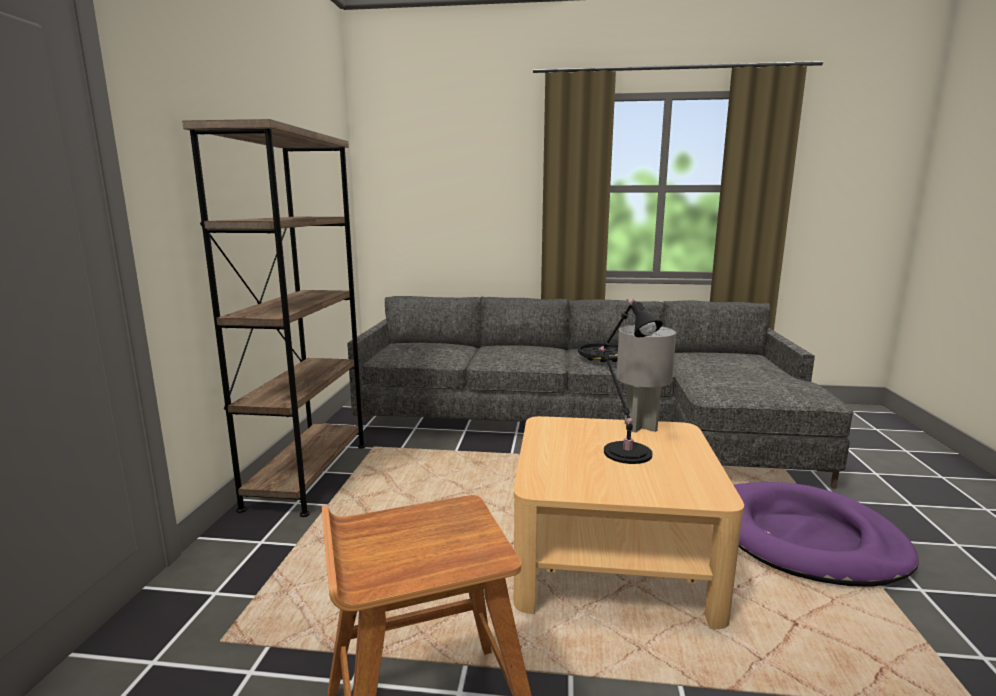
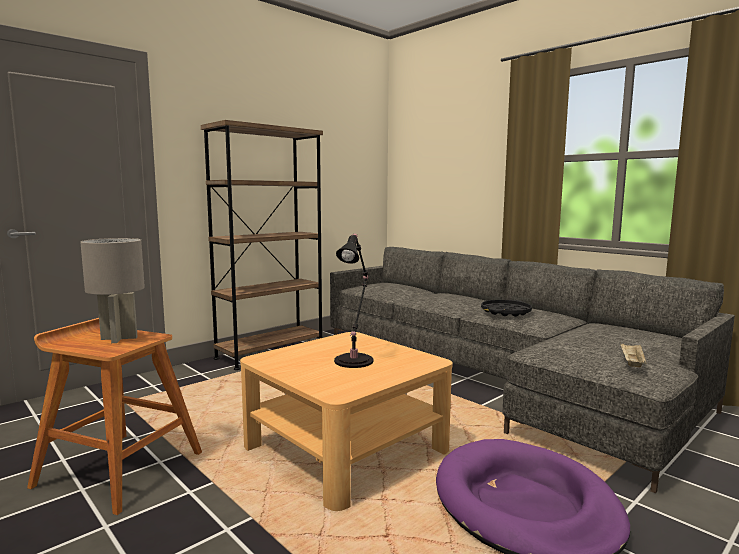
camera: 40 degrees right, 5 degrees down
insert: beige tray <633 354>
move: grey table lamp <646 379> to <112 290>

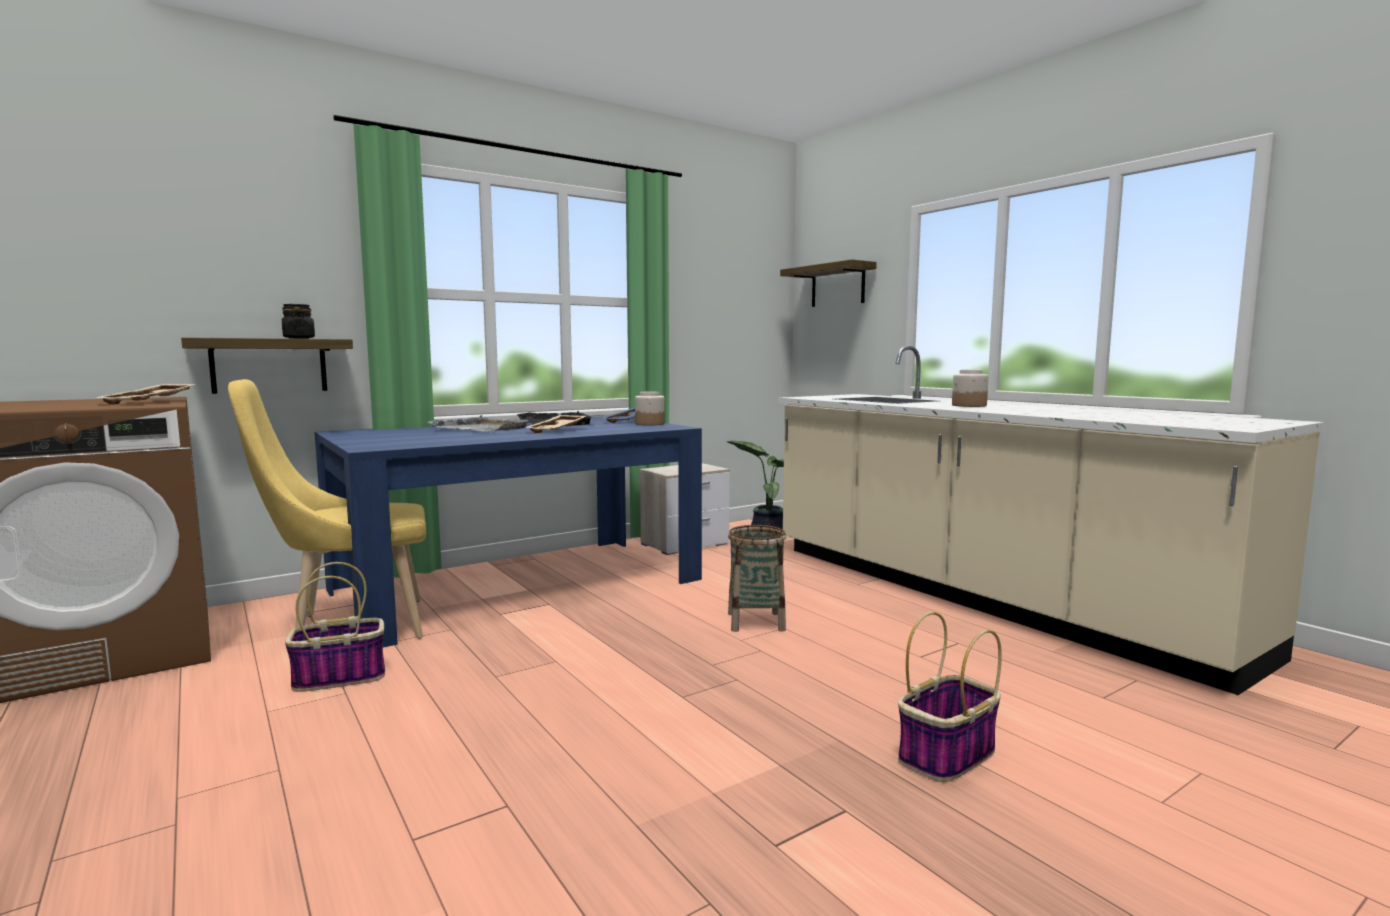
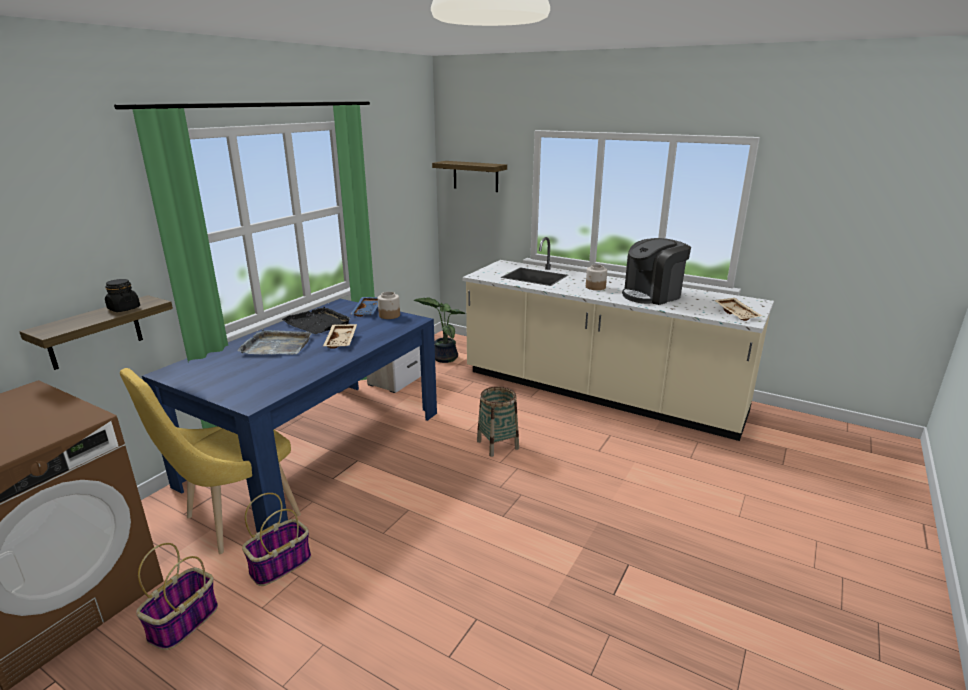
camera: 25 degrees left, 15 degrees up
insert: coffee machine <656 271>
move: basket <950 697> to <177 596>; beige tray <145 394> to <738 309>

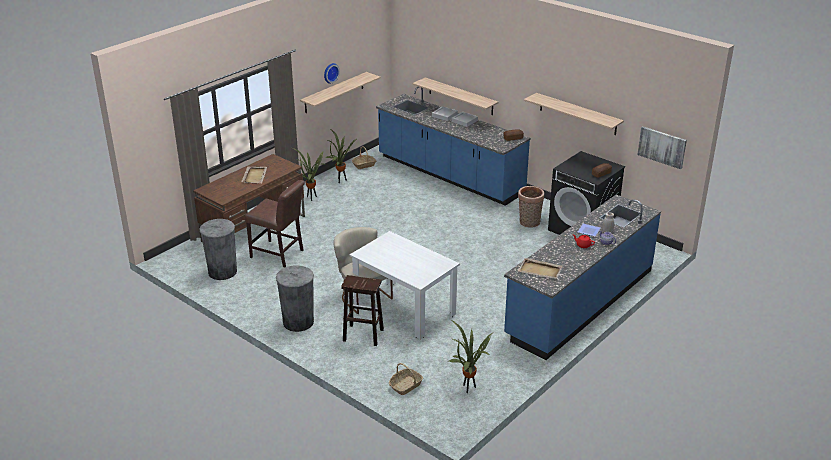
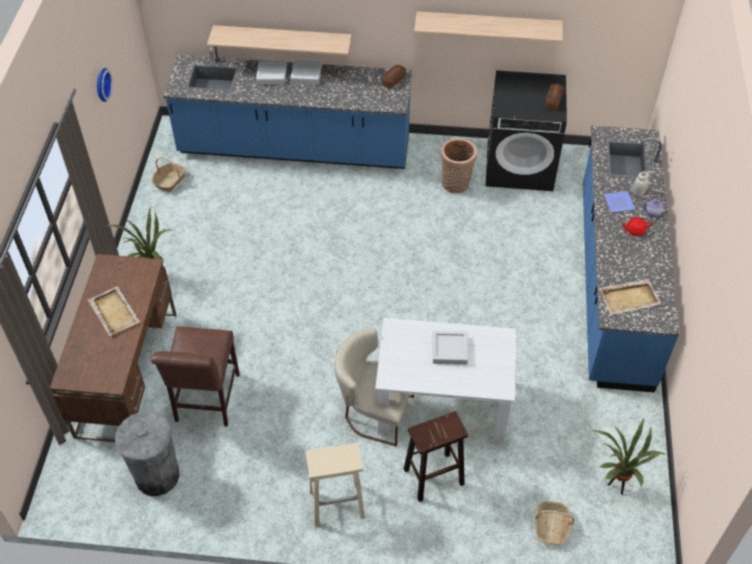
camera: 35 degrees left, 20 degrees up
delete: shelf <340 92>; potted plant <341 156>; picture <662 147>
insert: grey tray <450 348>
replace: grey trash can <295 298> to beige stool <335 485>
rotate: brown chair <275 223> = <195 376> 105 degrees clockwise

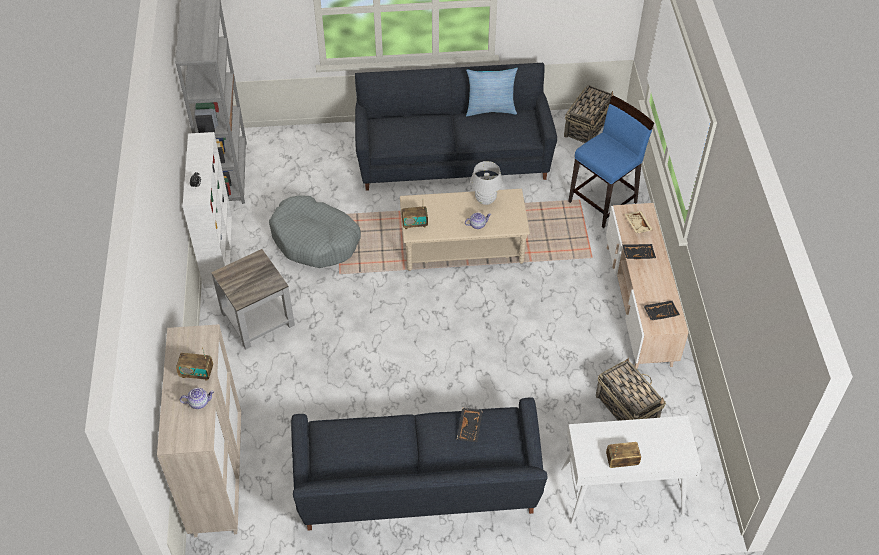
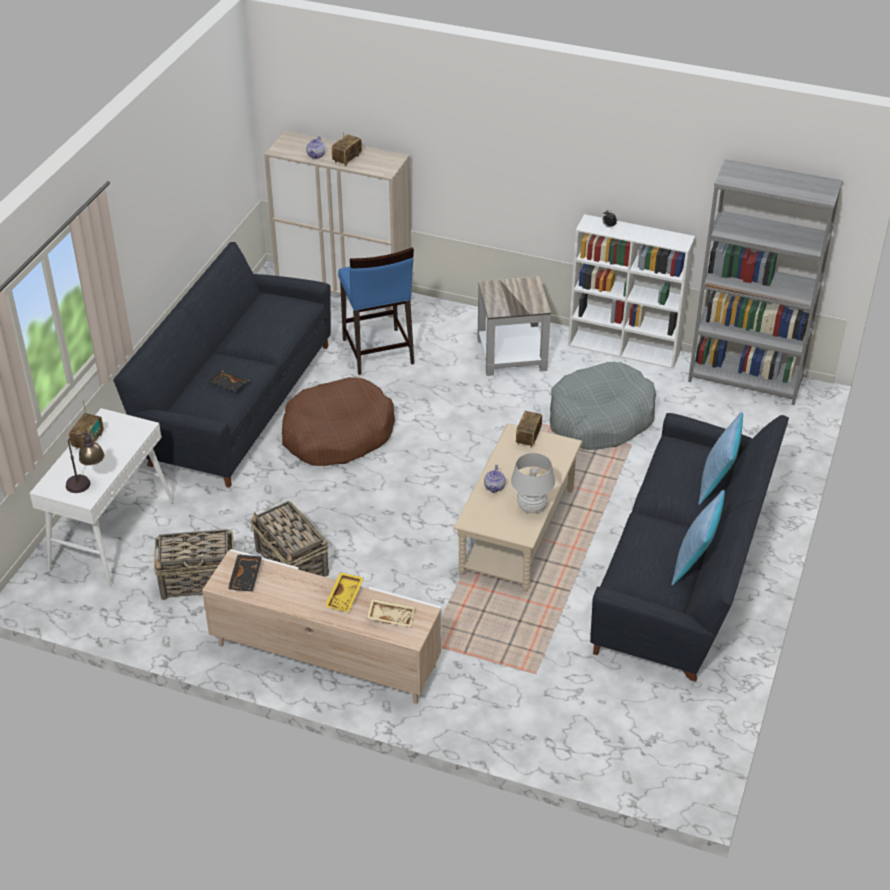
camera: 115 degrees right, 10 degrees down
insert: table lamp <85 461>; brown dog bed <338 421>; pillow <720 458>
move: basket <589 114> to <289 539>; blue stool <611 162> to <376 311>
recolor: black tray <639 251> to yellow tray <344 592>

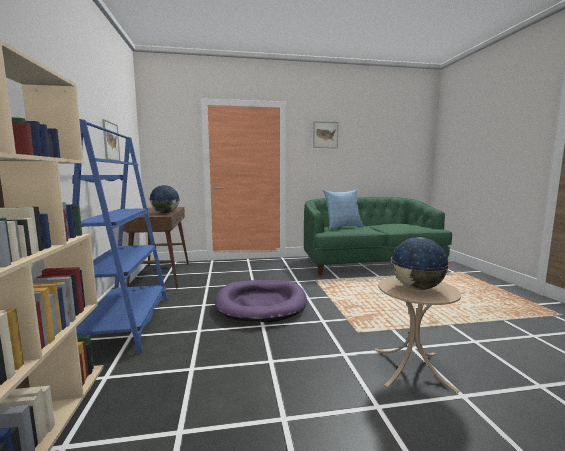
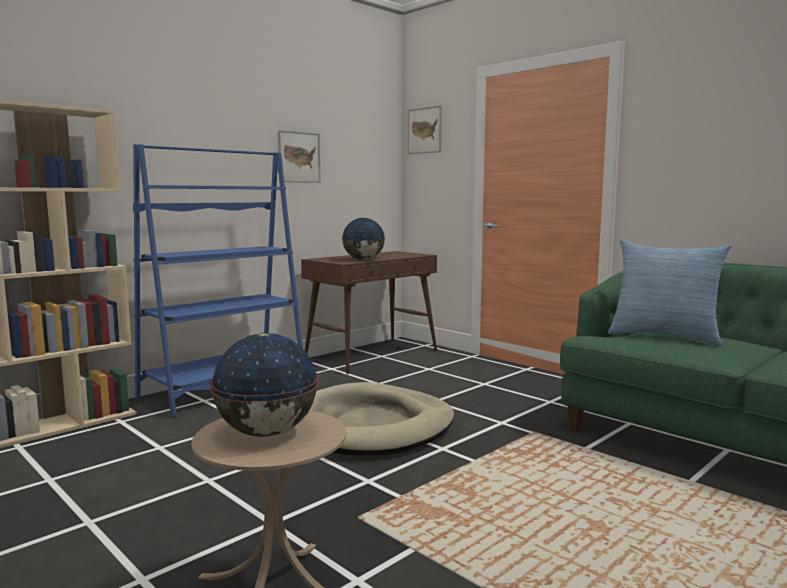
camera: 55 degrees right, 0 degrees up
move: picture <326 134> to <425 129>
recolor: purple dog bed <261 301> to beige dog bed <382 419>

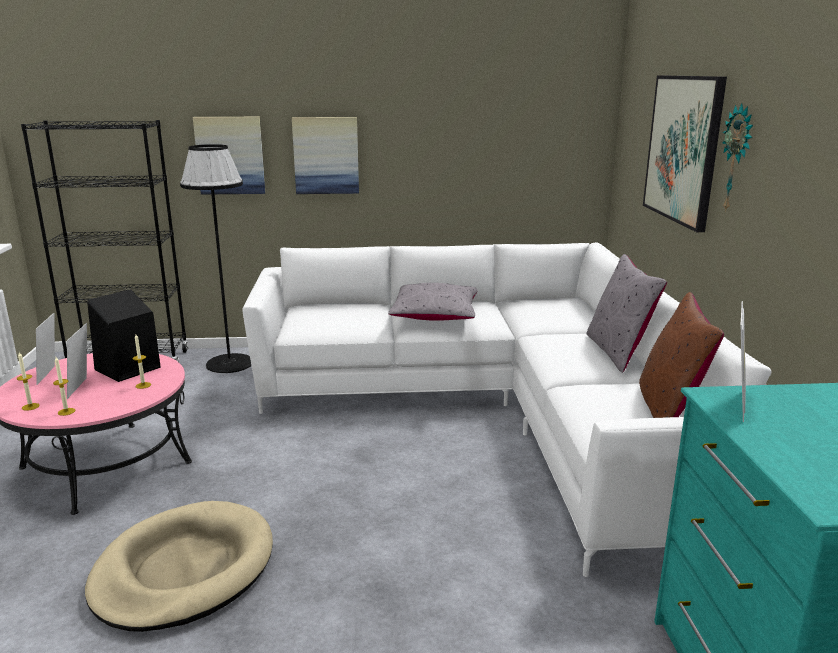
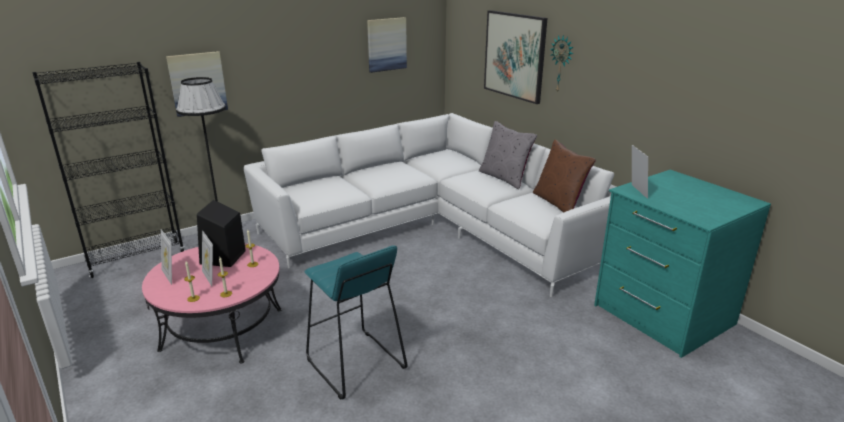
camera: 30 degrees left, 5 degrees up
delete: grey pillow <433 302>
move: picture <325 155> to <387 45>
replace: beige dog bed <179 566> to turquoise stool <356 322>

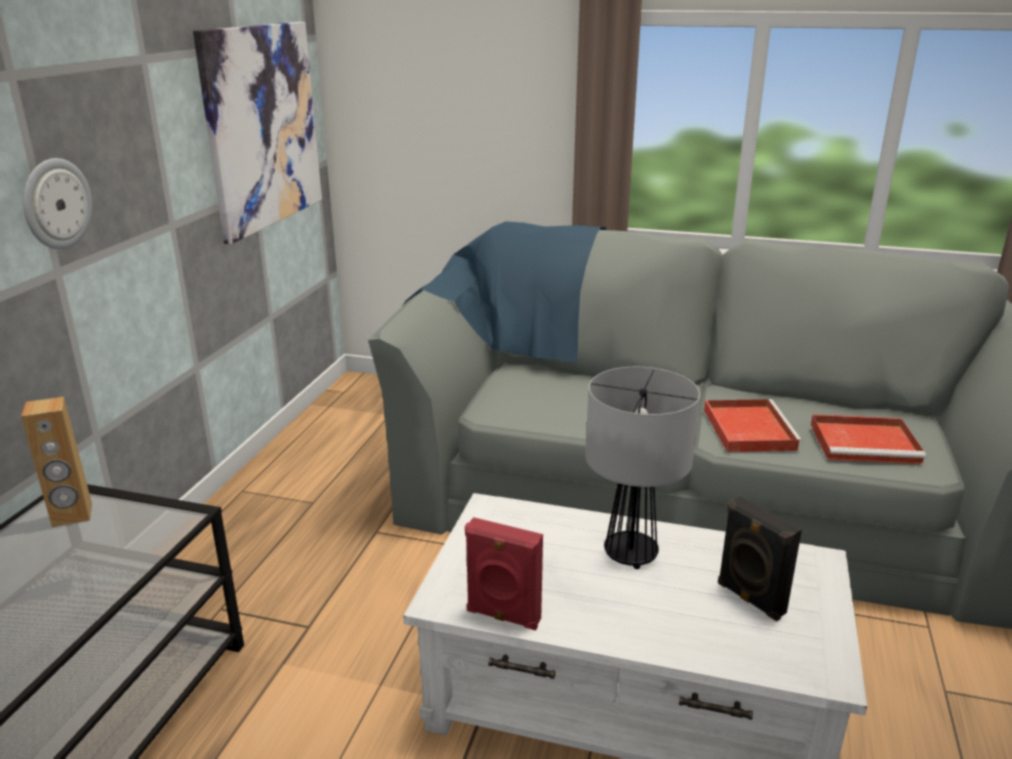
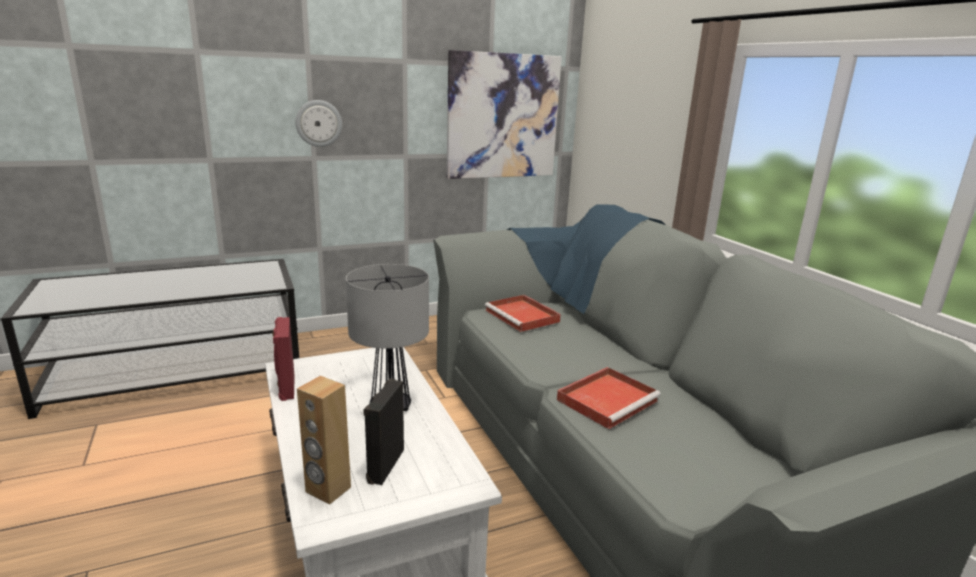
camera: 50 degrees right, 5 degrees down
move: brown speaker <56 462> to <324 440>; red tray <868 439> to <523 313>

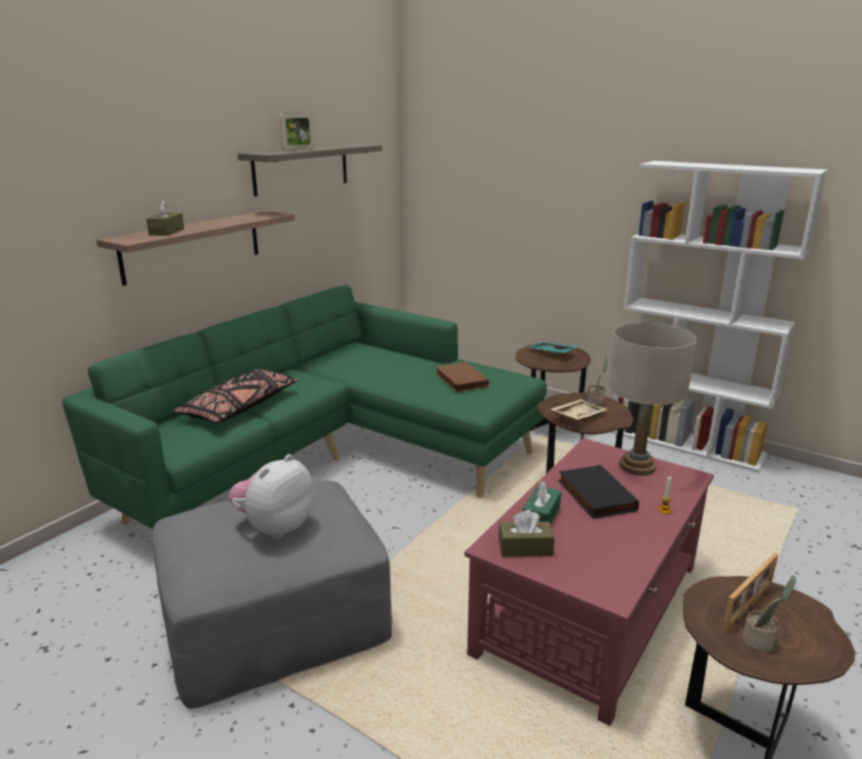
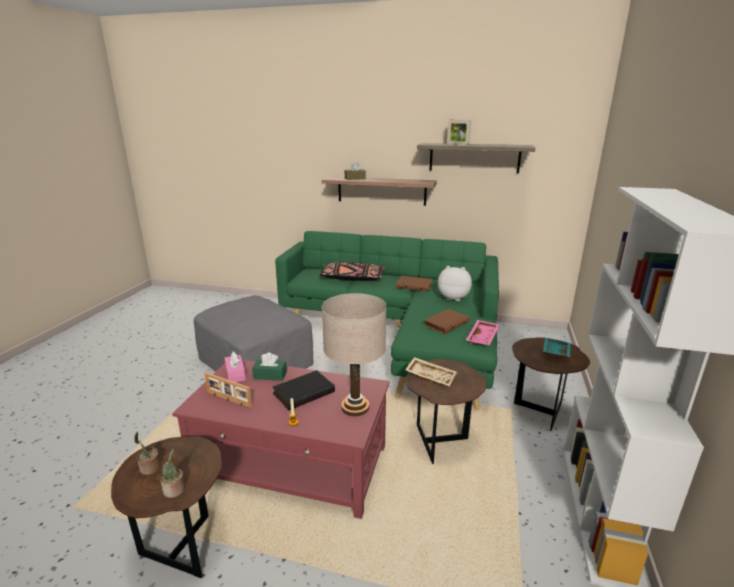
camera: 70 degrees right, 0 degrees up
insert: brown book <414 283>; pink tray <483 332>
move: potted plant <596 380> to <172 473>; picture frame <750 592> to <228 390>; plush toy <271 496> to <455 283>
recolor: brown tissue box <527 533> to pink tissue box <235 366>

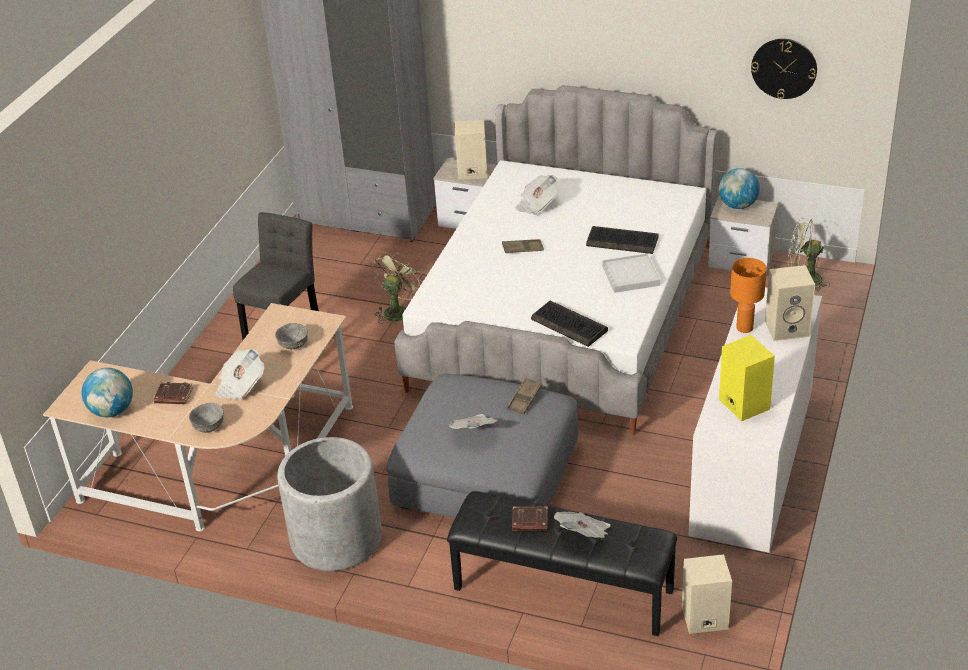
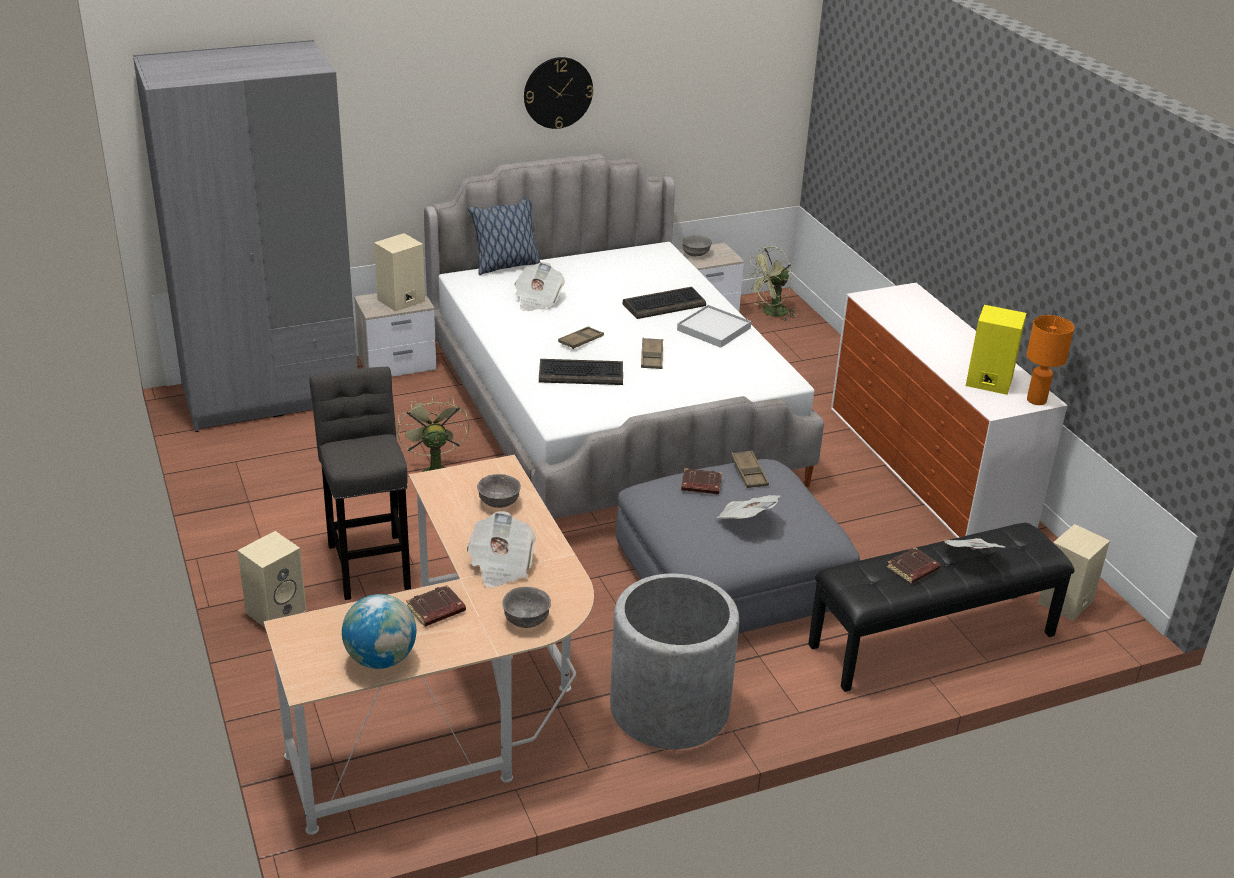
camera: 45 degrees left, 5 degrees down
insert: pillow <504 236>; brown tray <652 353>; brown book <701 481>
move: beige speaker <790 303> to <272 579>; wall clock <784 69> to <558 93>; keyboard <569 323> to <581 372>; orange table lamp <748 295> to <1050 360>
replace: globe <739 188> to grey bowl <697 245>

